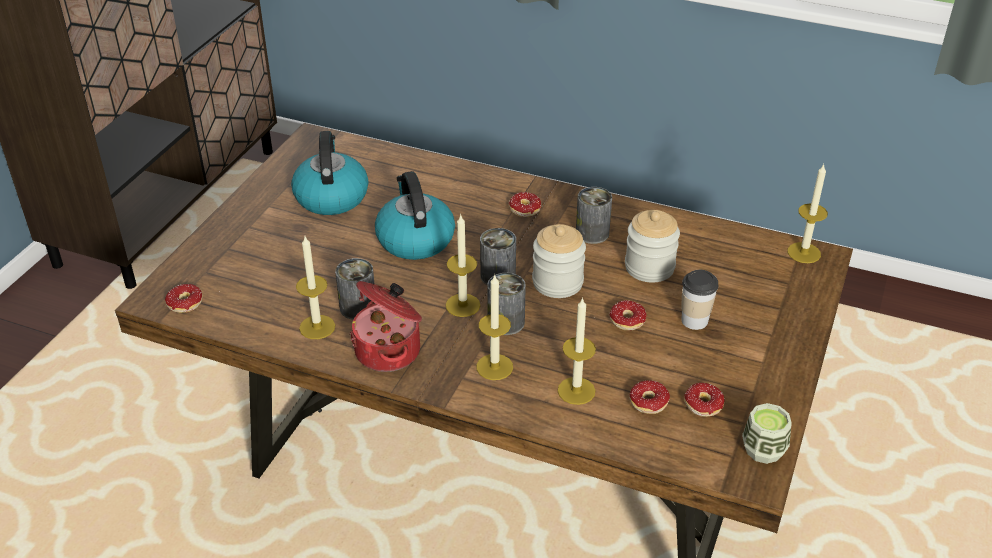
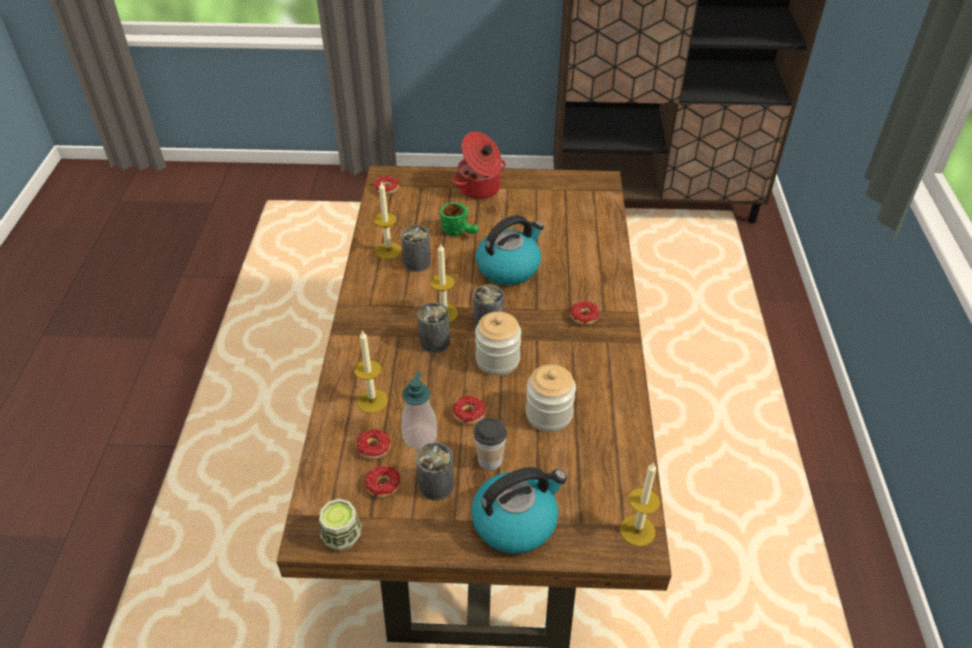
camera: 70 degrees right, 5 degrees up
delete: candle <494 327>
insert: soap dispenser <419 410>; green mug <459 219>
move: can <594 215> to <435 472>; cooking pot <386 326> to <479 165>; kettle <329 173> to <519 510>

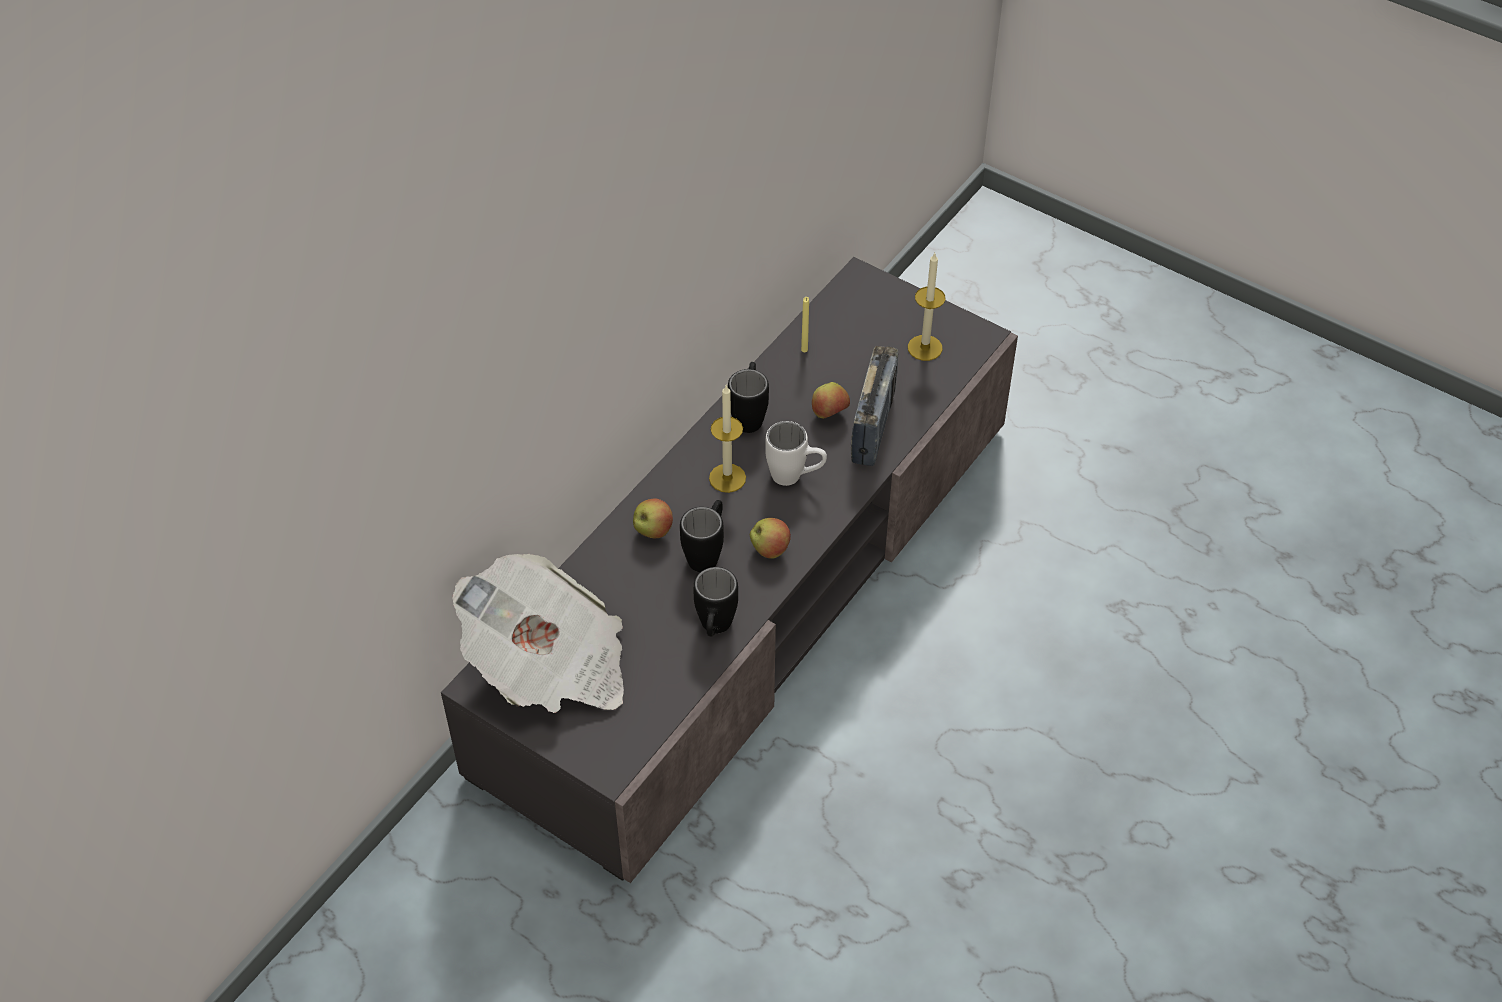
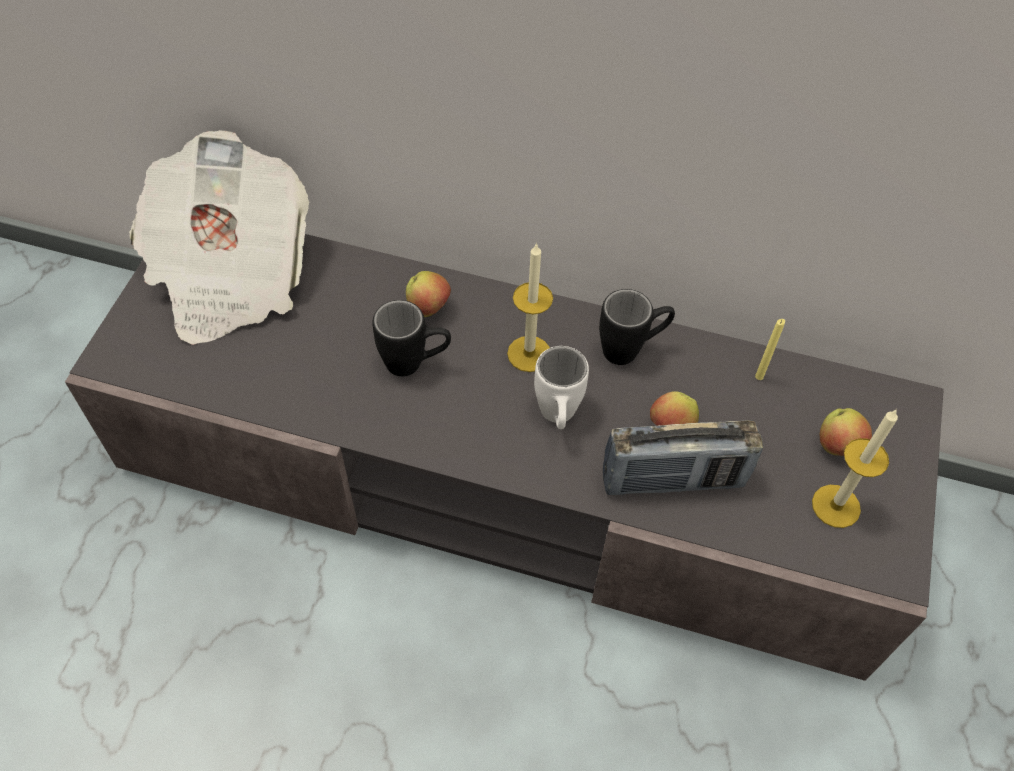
camera: 70 degrees right, 5 degrees up
delete: black mug <715 601>
move: apple <770 538> to <846 432>

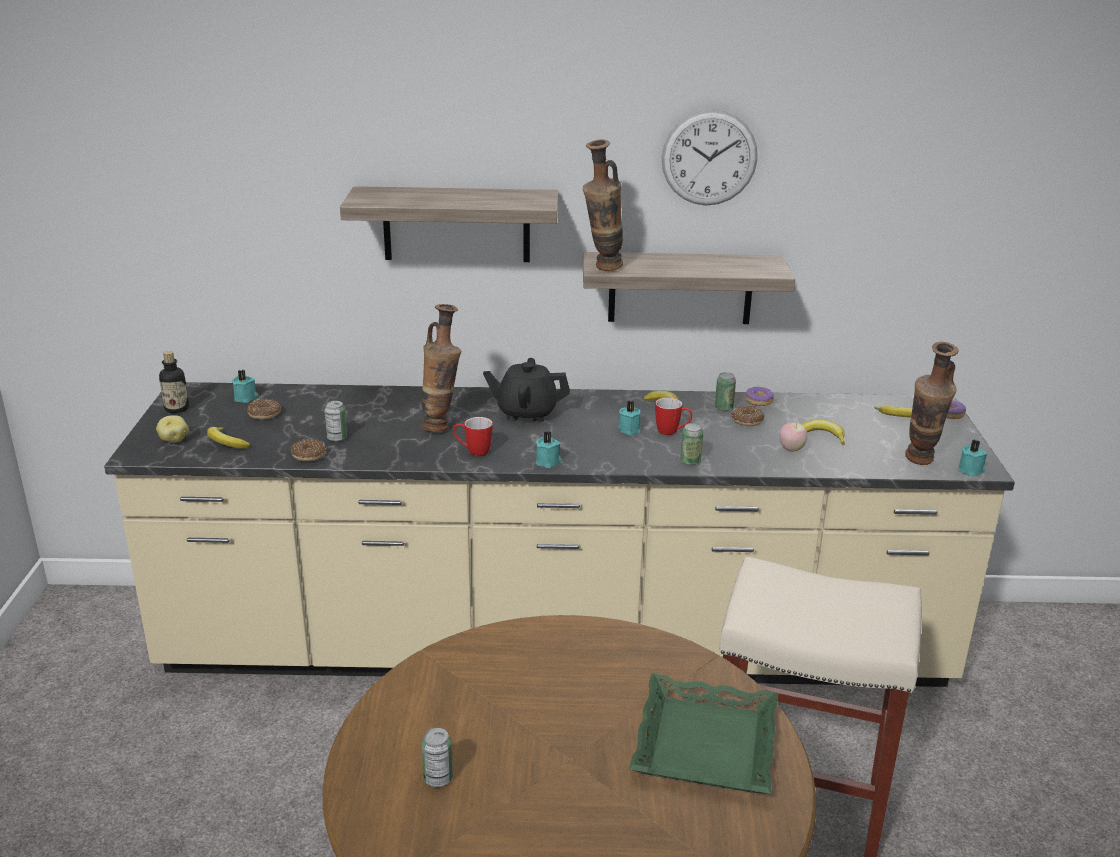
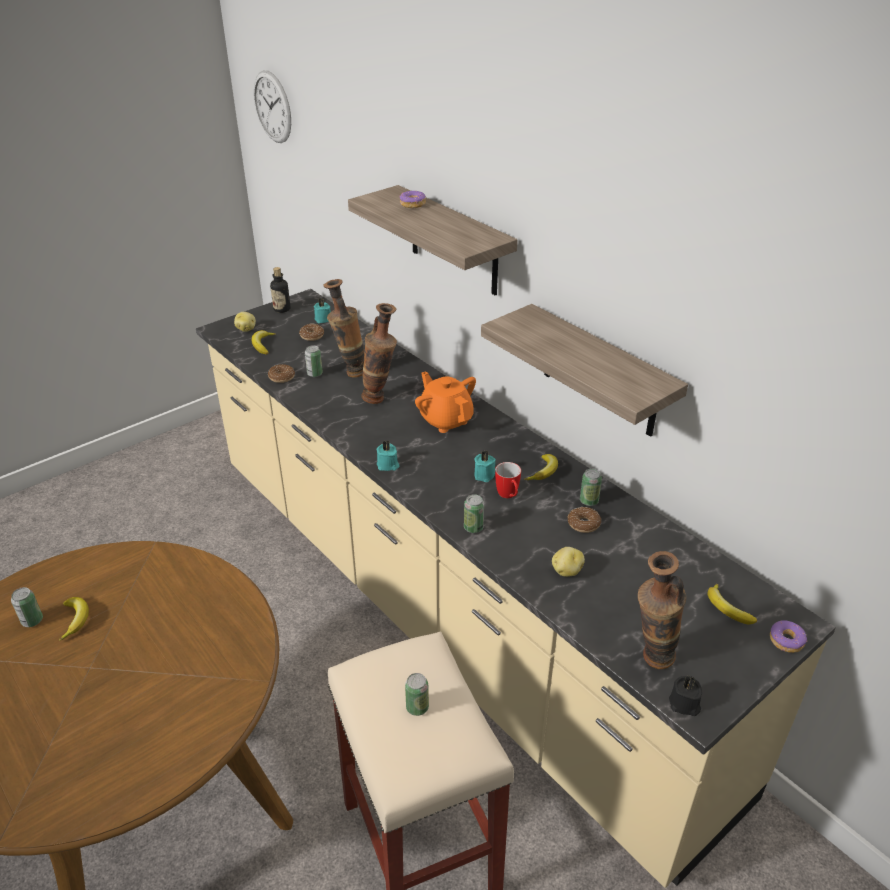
camera: 50 degrees right, 10 degrees up
delete: mug <473 436>; green tray <703 733>
insert: can <417 694>
move: banana <823 432> to <74 619>; wall clock <710 157> to <272 106>; vase <603 205> to <343 328>; donut <760 396> to <412 199>
replace: apple <793 437> to potato <568 562>
recolor: black teapot <526 390> to orange teapot <445 402>; turquoise candle <972 458> to black candle <685 695>

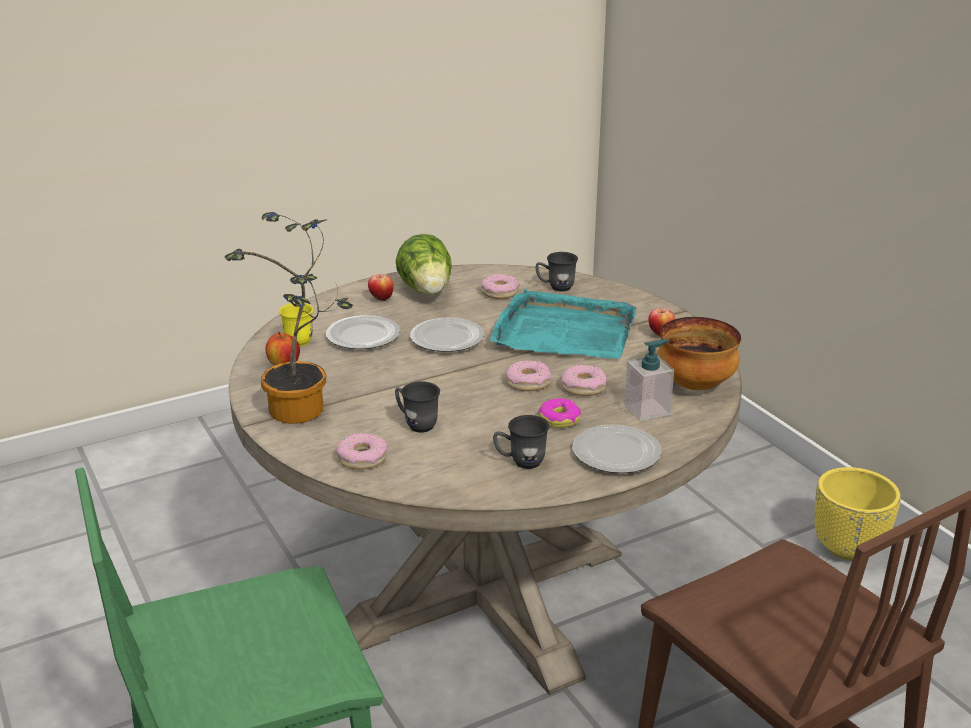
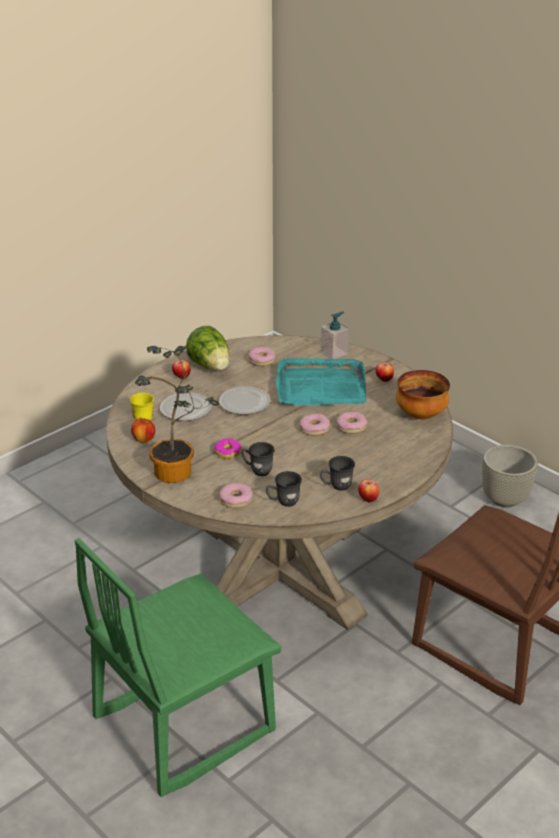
camera: 15 degrees left, 5 degrees up
delete: plate <617 449>
insert: apple <369 491>
move: donut <560 413> to <228 448>; grey mug <556 272> to <284 489>; soap dispenser <649 380> to <335 335>
recolor: yellow planter <857 514> to grey planter <510 476>

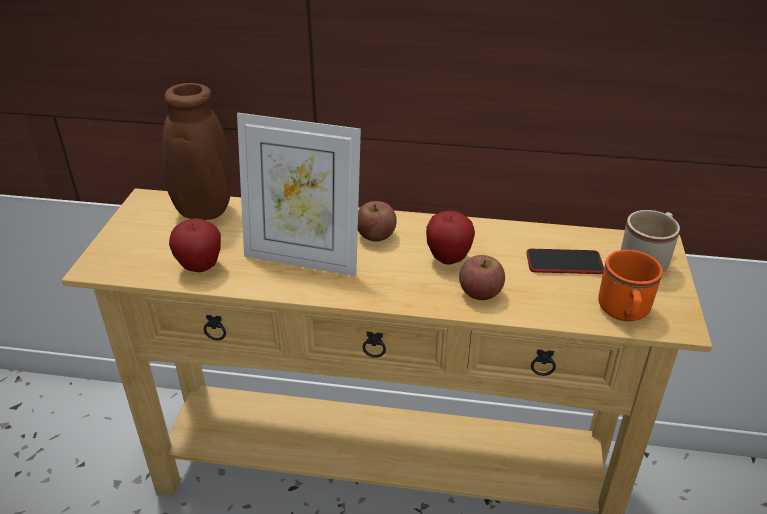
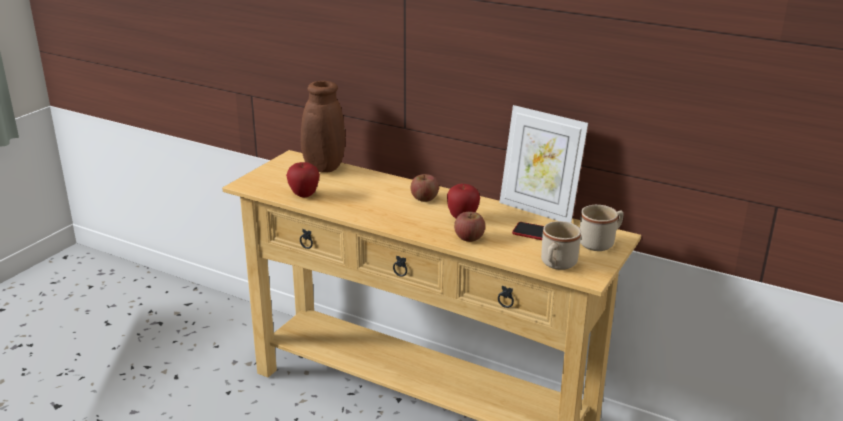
camera: 20 degrees right, 10 degrees down
move: picture frame <299 194> to <543 164>
recolor: orange mug <630 285> to beige mug <561 245>

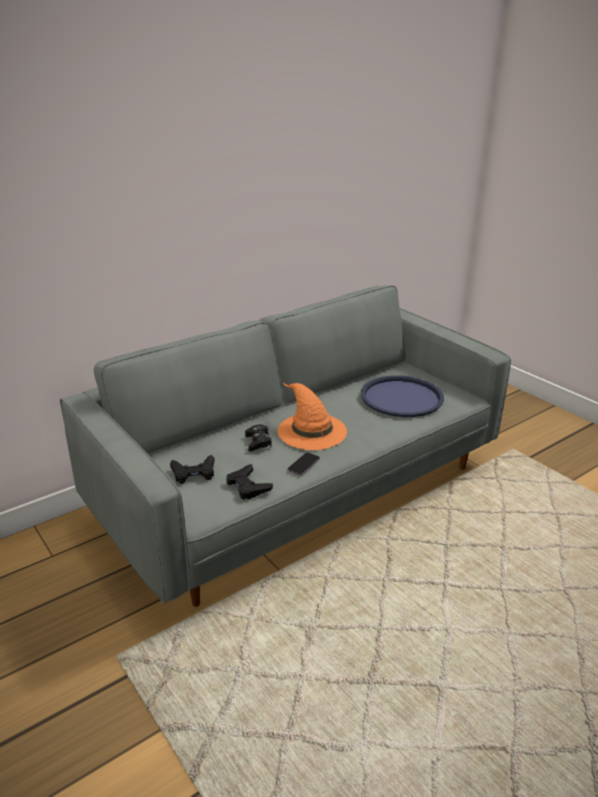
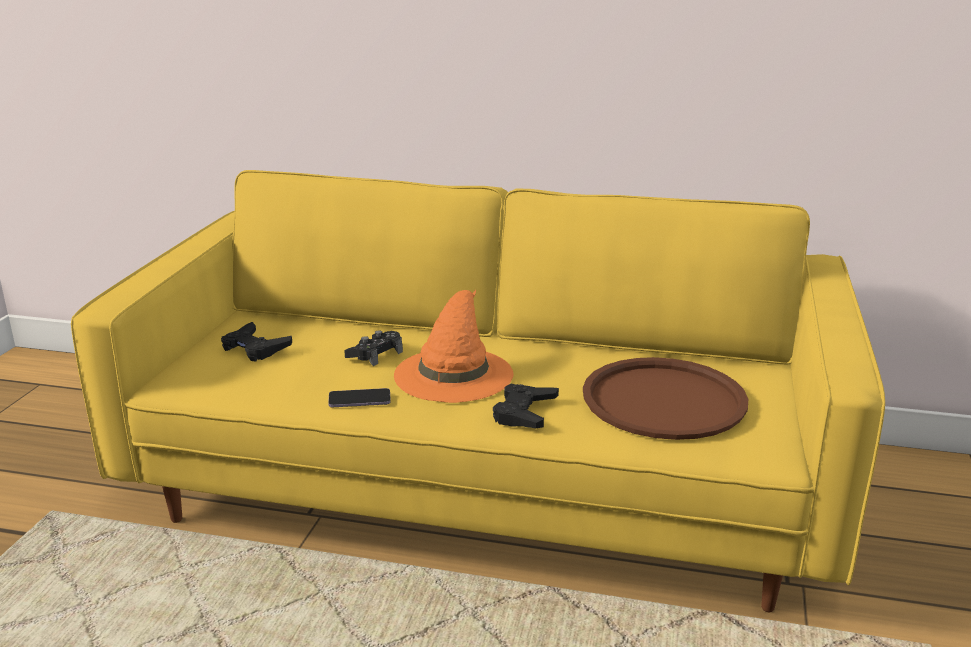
camera: 50 degrees right, 5 degrees down
move: black game controller <249 482> to <526 406>
recolor: grey sofa <285 446> to yellow sofa <478 391>; blue tray <402 396> to brown tray <665 398>

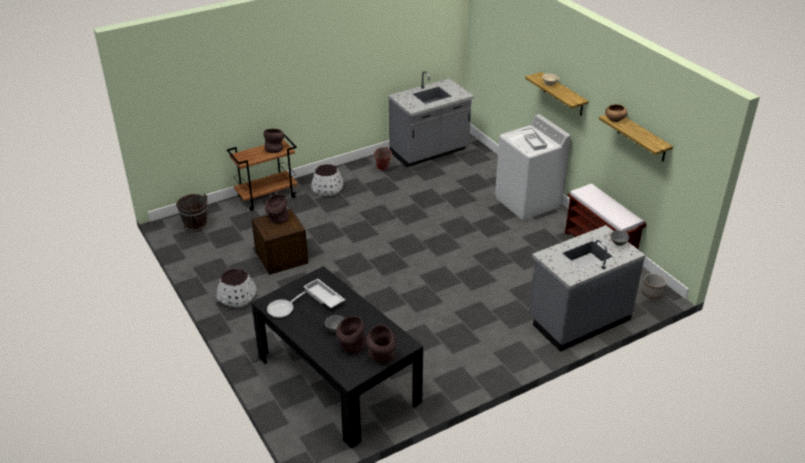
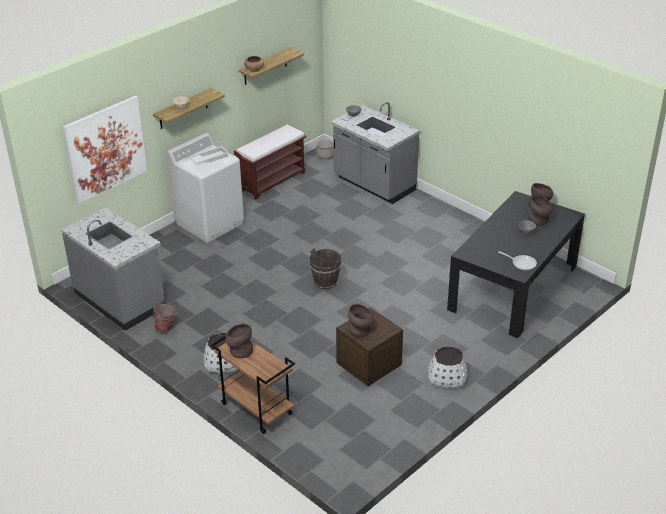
camera: 105 degrees left, 0 degrees up
delete: white tray <324 293>
insert: picture <105 149>
move: brown bucket <192 212> to <325 268>

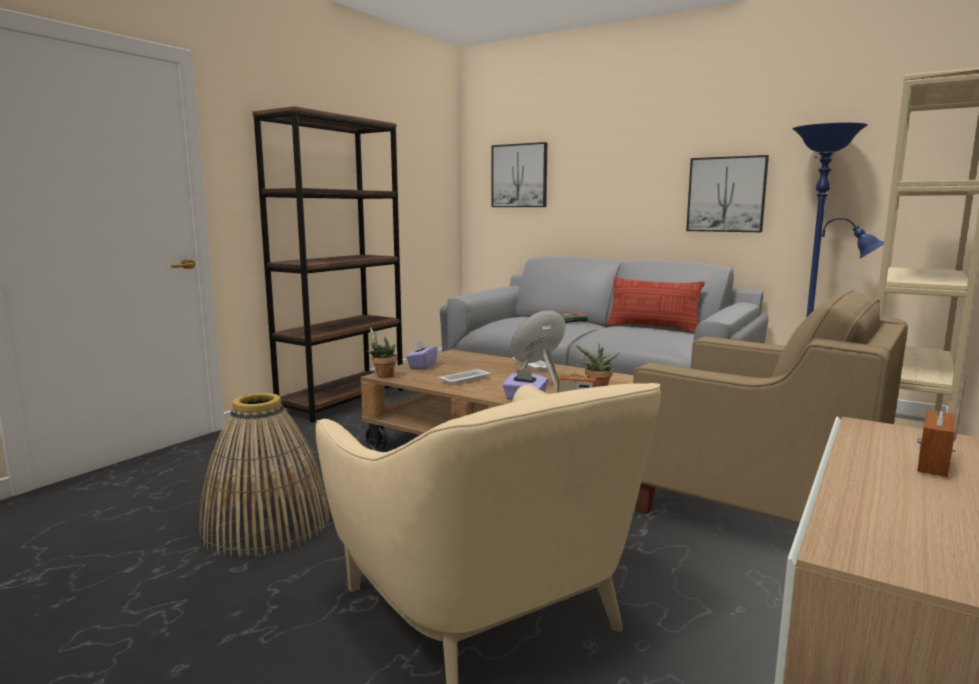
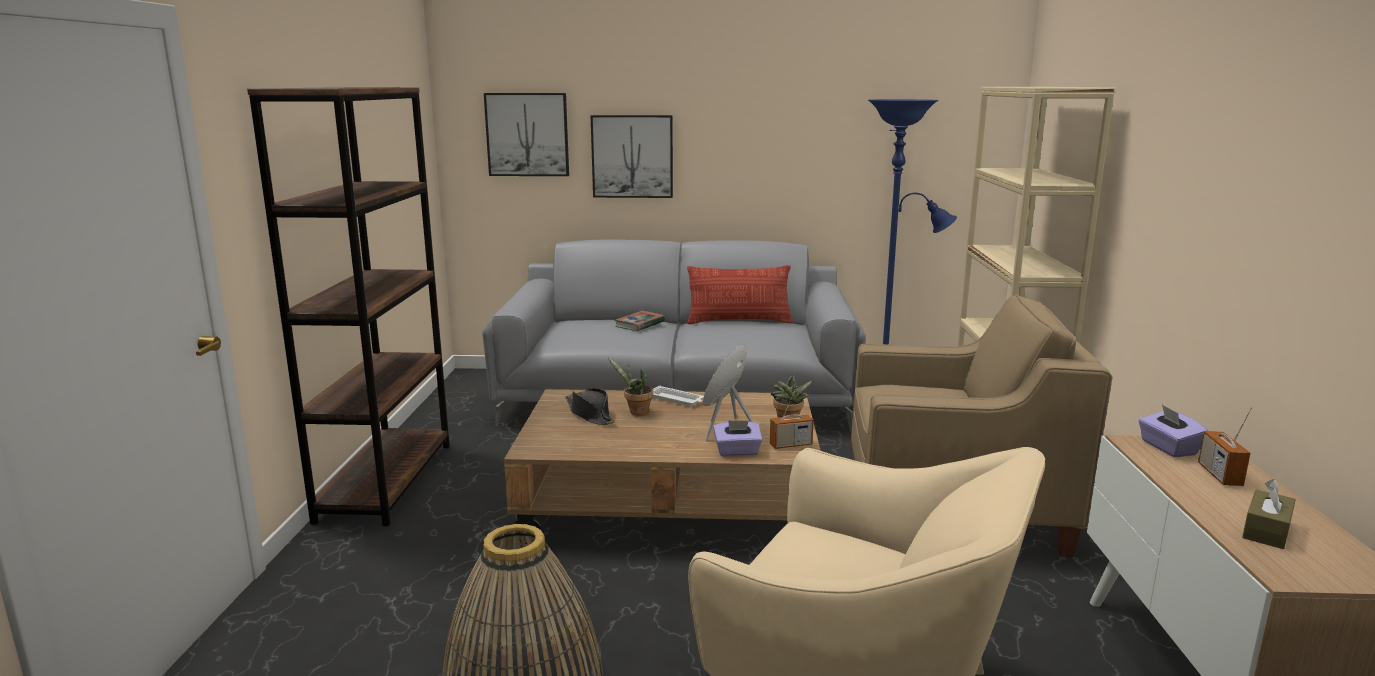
camera: 30 degrees left, 5 degrees up
delete: white tray <464 377>
insert: black hat <590 406>; brown tissue box <1269 514>
move: picture <727 193> to <632 156>; potted plant <382 352> to <630 387>; purple tissue box <422 355> to <1173 431>

